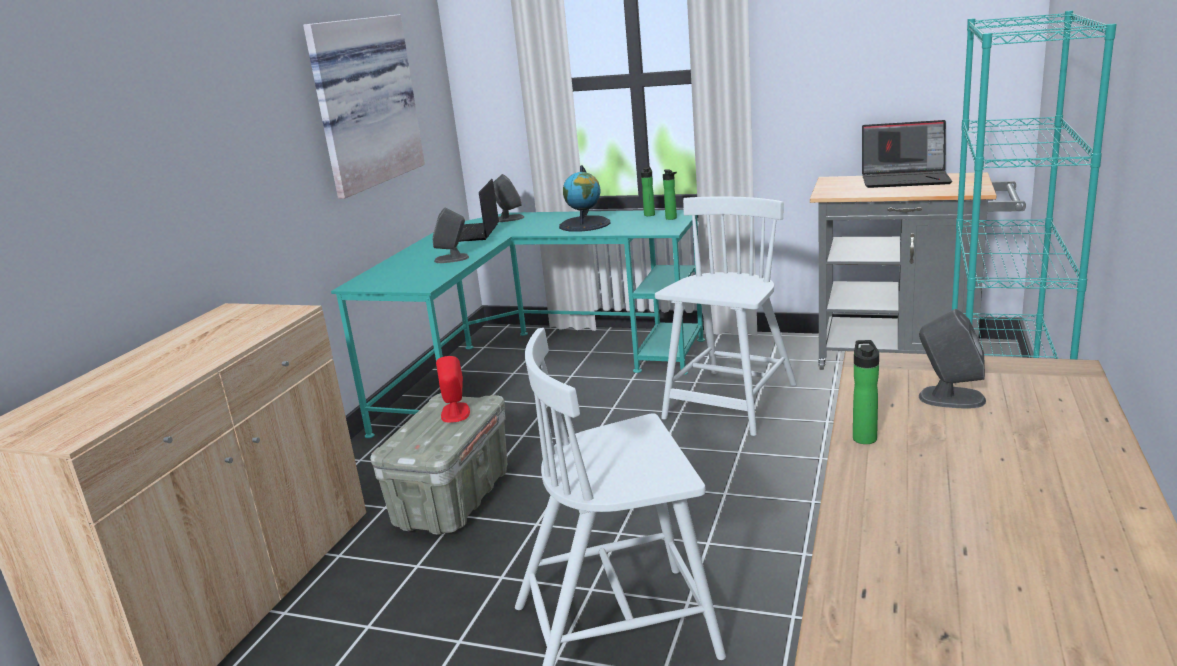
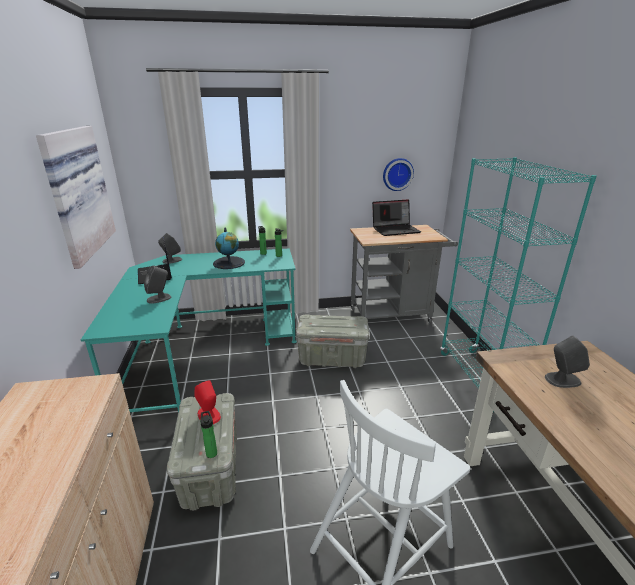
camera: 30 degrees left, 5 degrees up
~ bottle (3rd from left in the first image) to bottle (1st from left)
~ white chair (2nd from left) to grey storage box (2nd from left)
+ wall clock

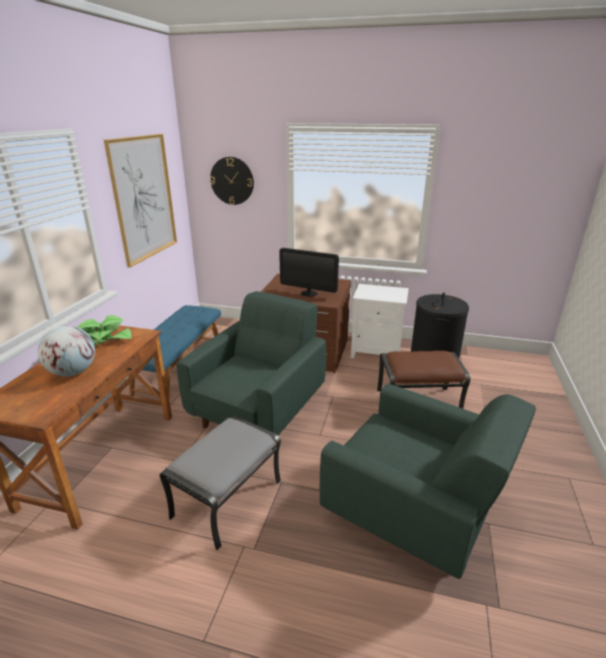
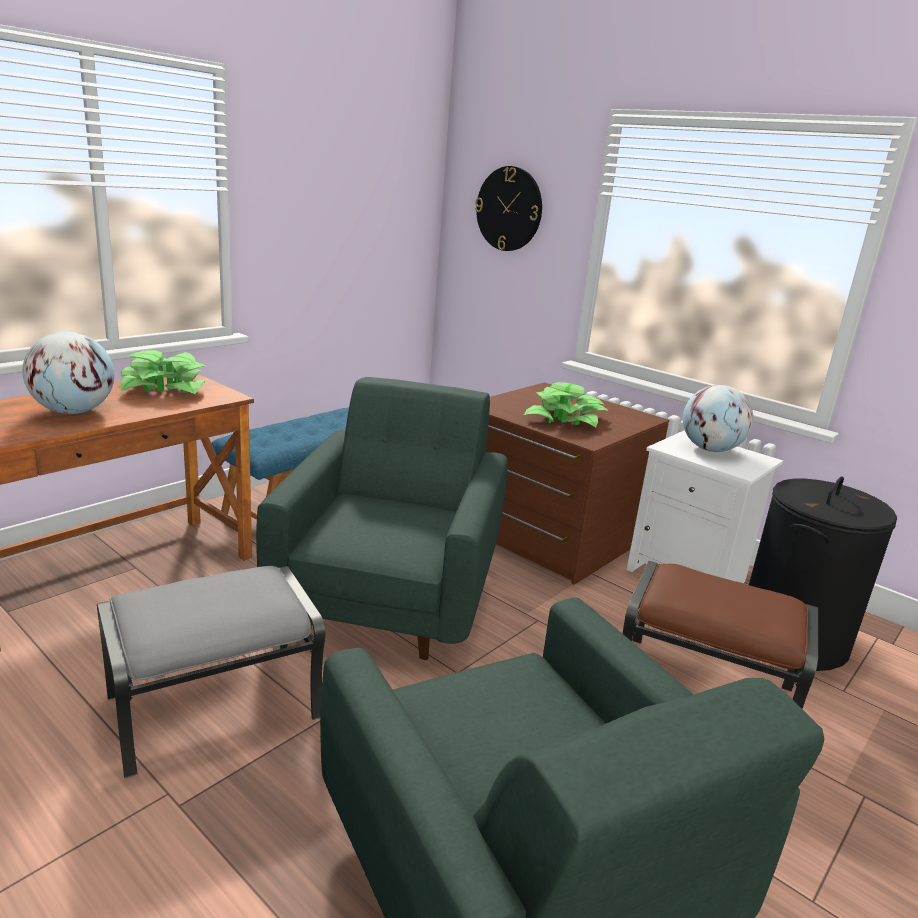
camera: 25 degrees right, 5 degrees down
~ green armchair (1st from left) 45 degrees counterclockwise
~ monitor to potted plant (2nd from left)
+ globe (2nd from left)
- picture

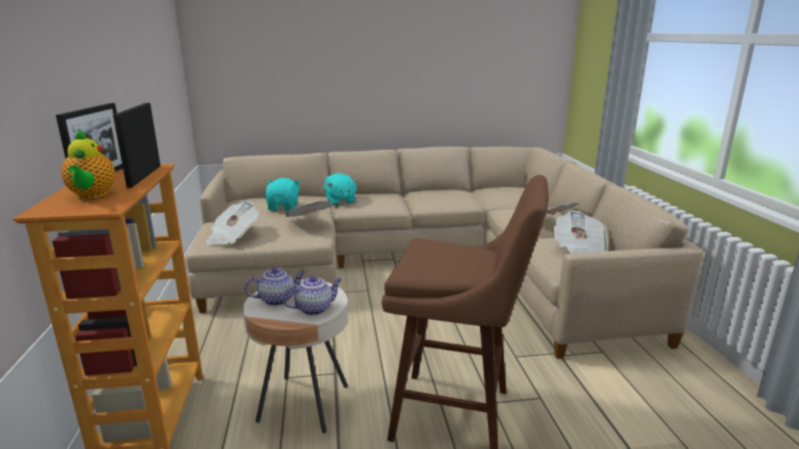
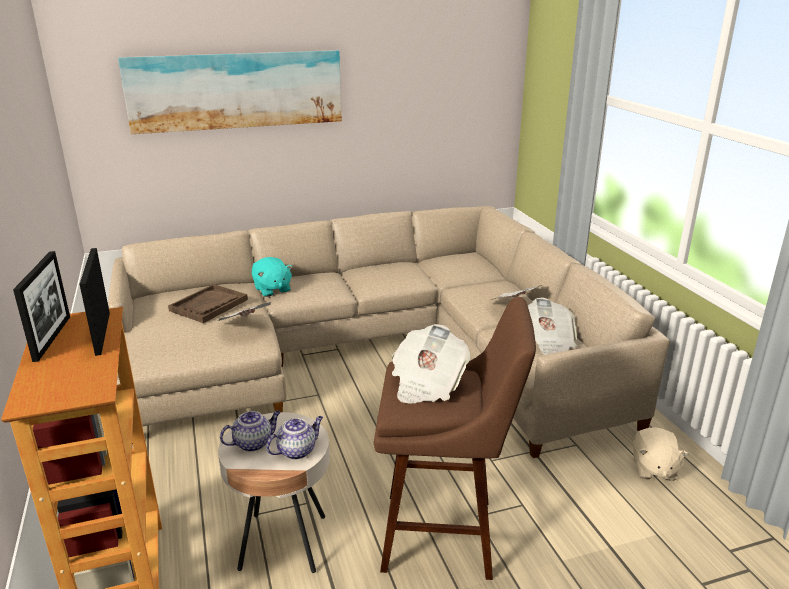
camera: 10 degrees left, 5 degrees up
+ picture
~ turquoise plush toy (1st from left) to brown tray
~ newspaper (1st from left in the first image) to newspaper (2nd from left)
+ beige plush toy
- teapot (1st from left)

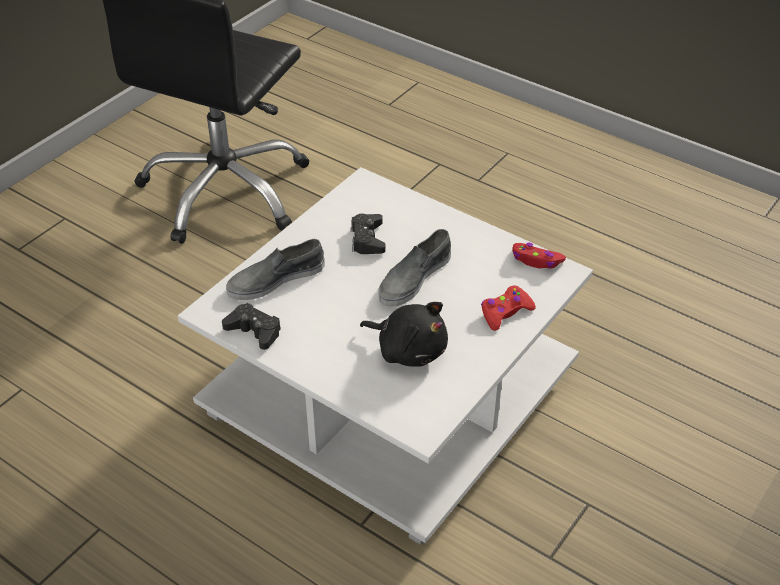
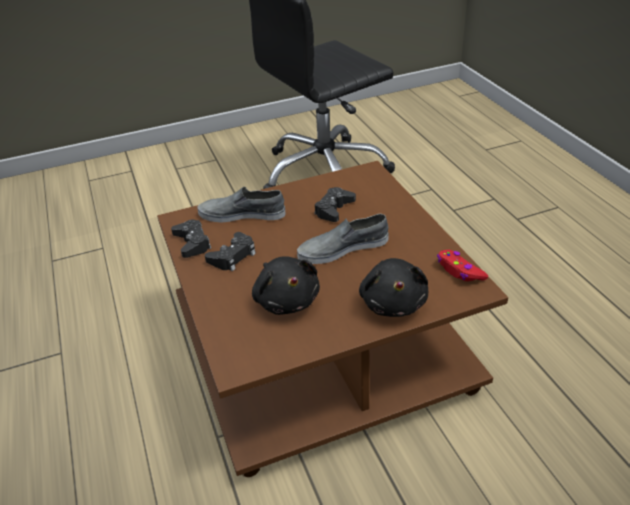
camera: 35 degrees right, 5 degrees down
~ white coffee table to brown coffee table
+ black game controller (2nd from left)
~ red game controller (1st from left) to black plush toy (2nd from left)

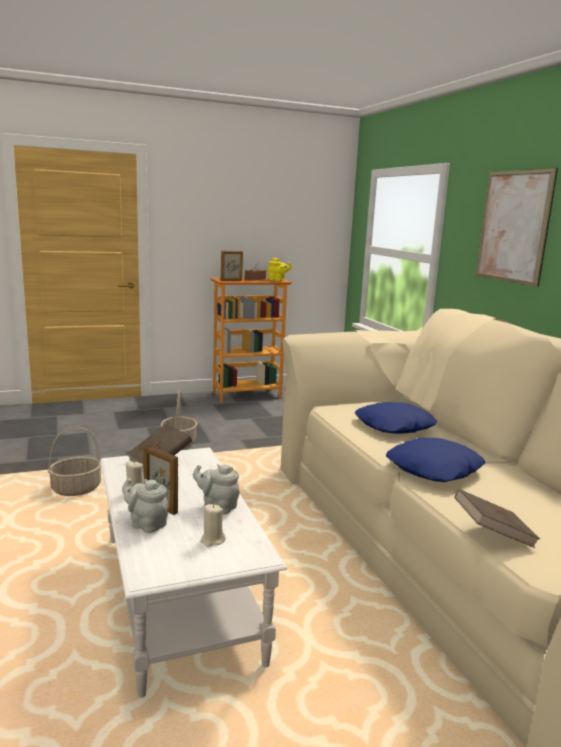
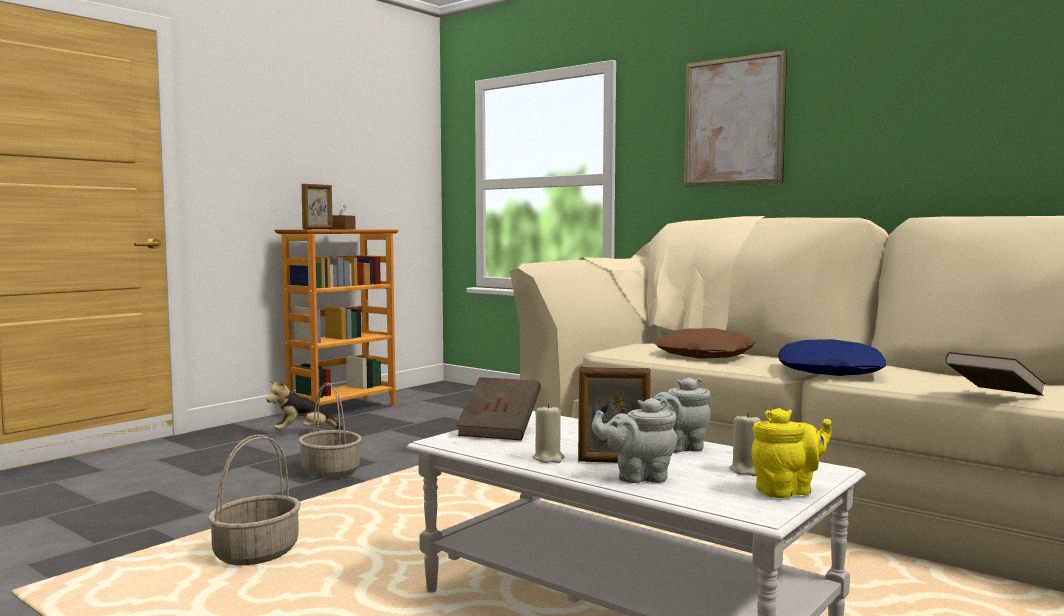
camera: 30 degrees left, 10 degrees down
+ plush toy
~ blue pillow (1st from left) to brown pillow
~ yellow teapot

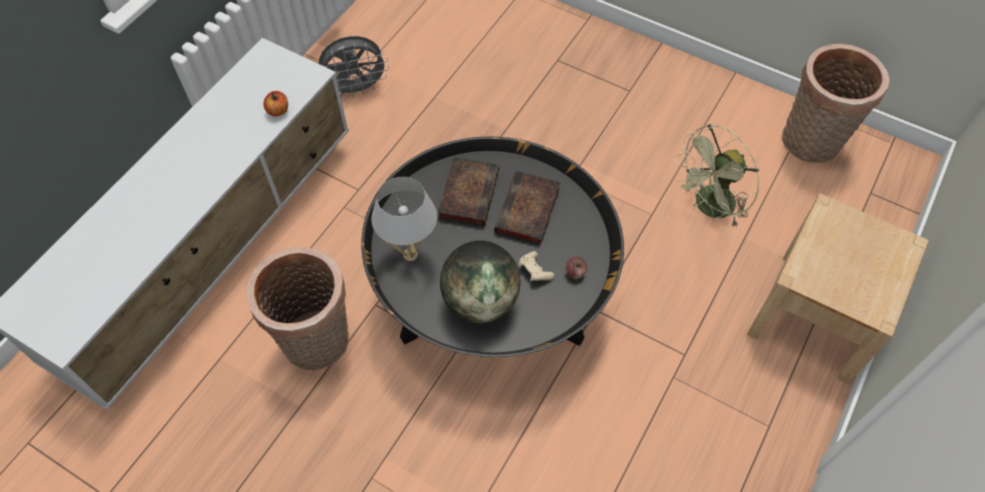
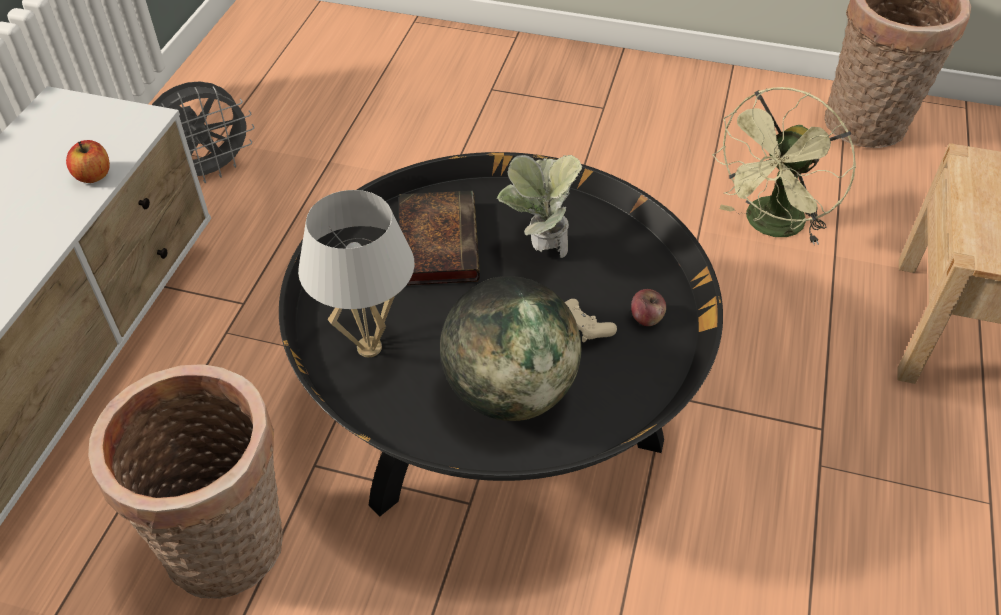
camera: 15 degrees left, 10 degrees down
~ book (2nd from left) to potted plant

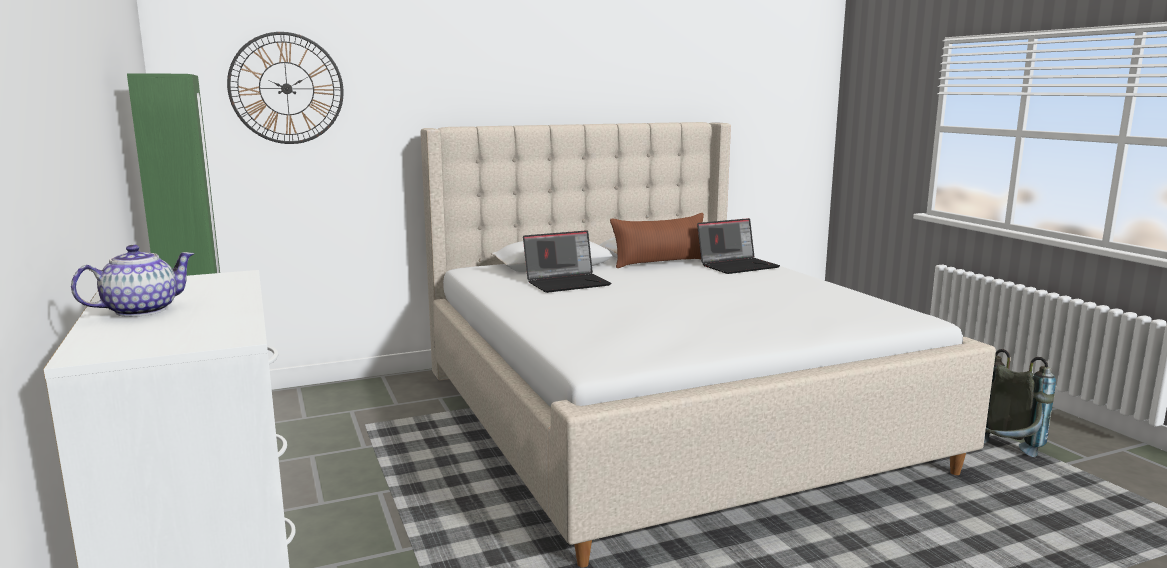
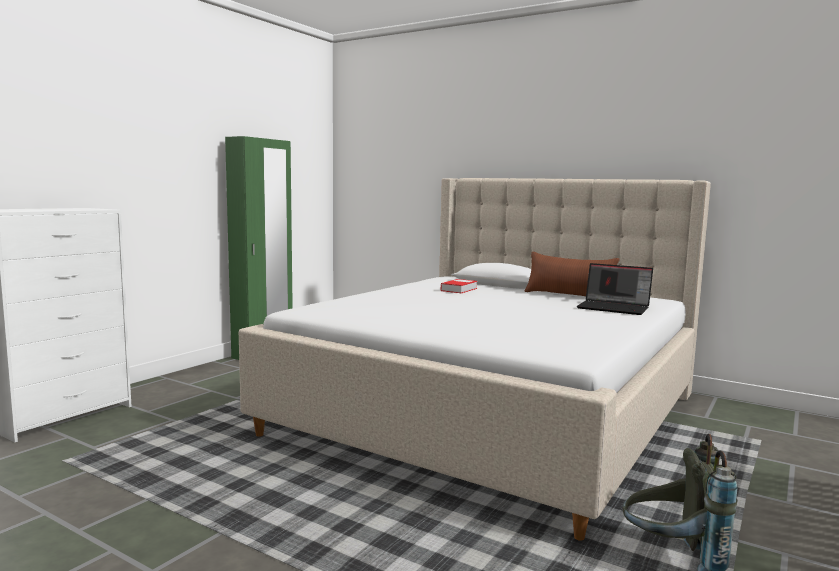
camera: 55 degrees right, 5 degrees down
~ laptop (1st from left) to book
- teapot
- wall clock

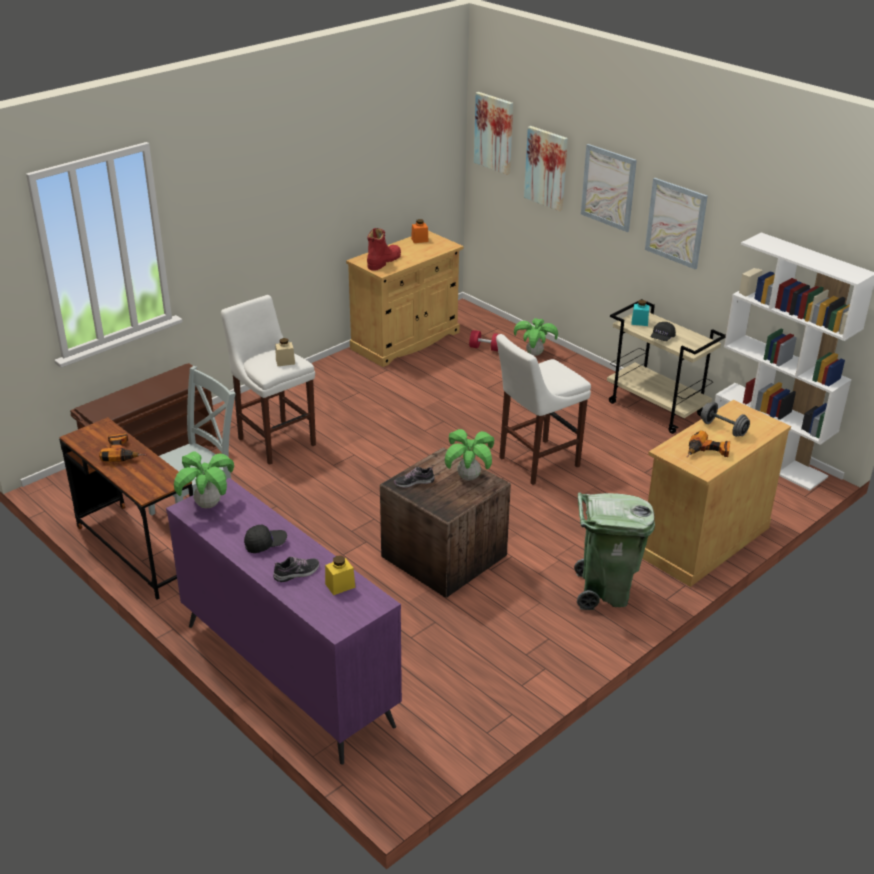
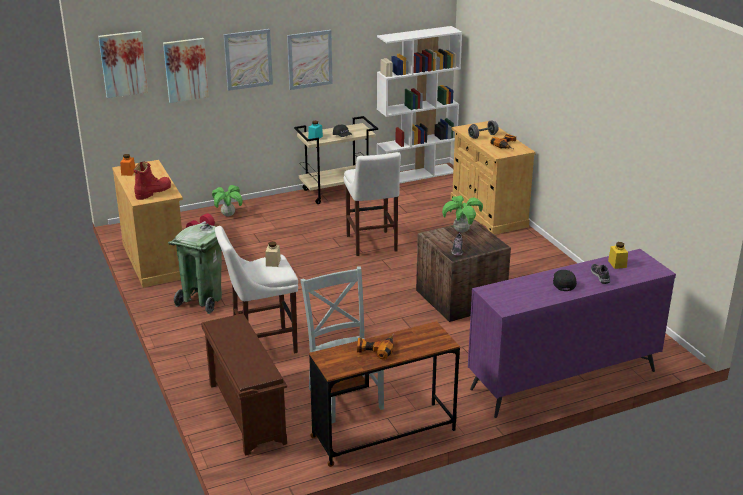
camera: 70 degrees left, 5 degrees down
~ red boot 75 degrees clockwise
~ green trash can
- potted plant (1st from left)

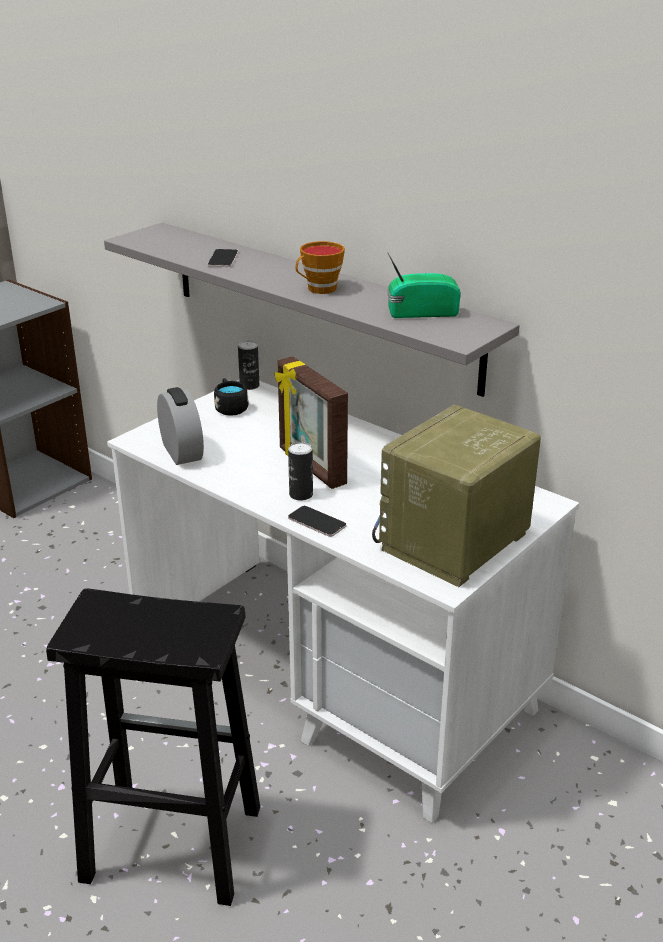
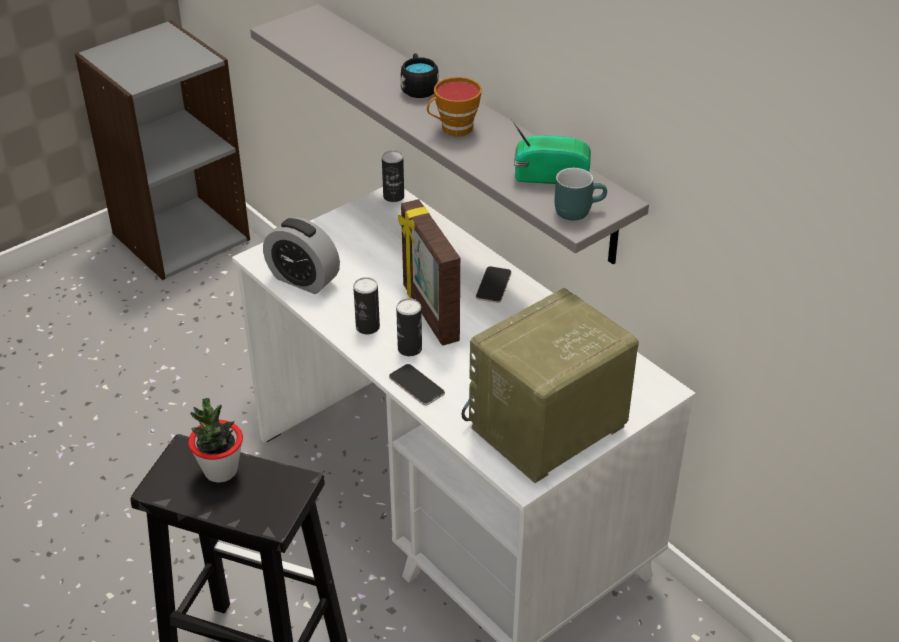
camera: 10 degrees right, 10 degrees up
+ potted plant
~ alarm clock 135 degrees clockwise
+ can (1st from left)
~ black mug
~ phone (1st from left in the first image) to phone (2nd from left)
+ turquoise mug

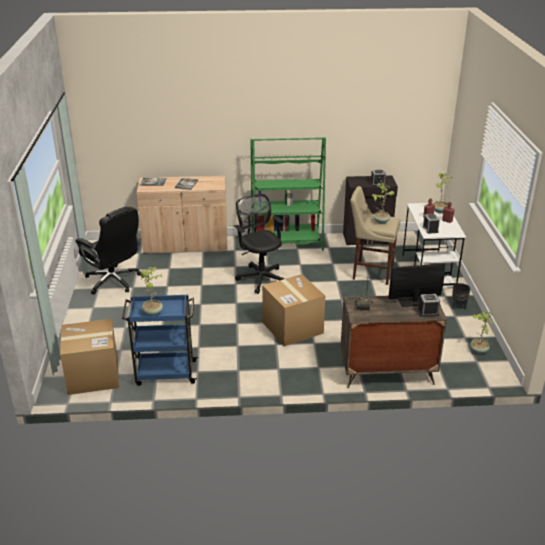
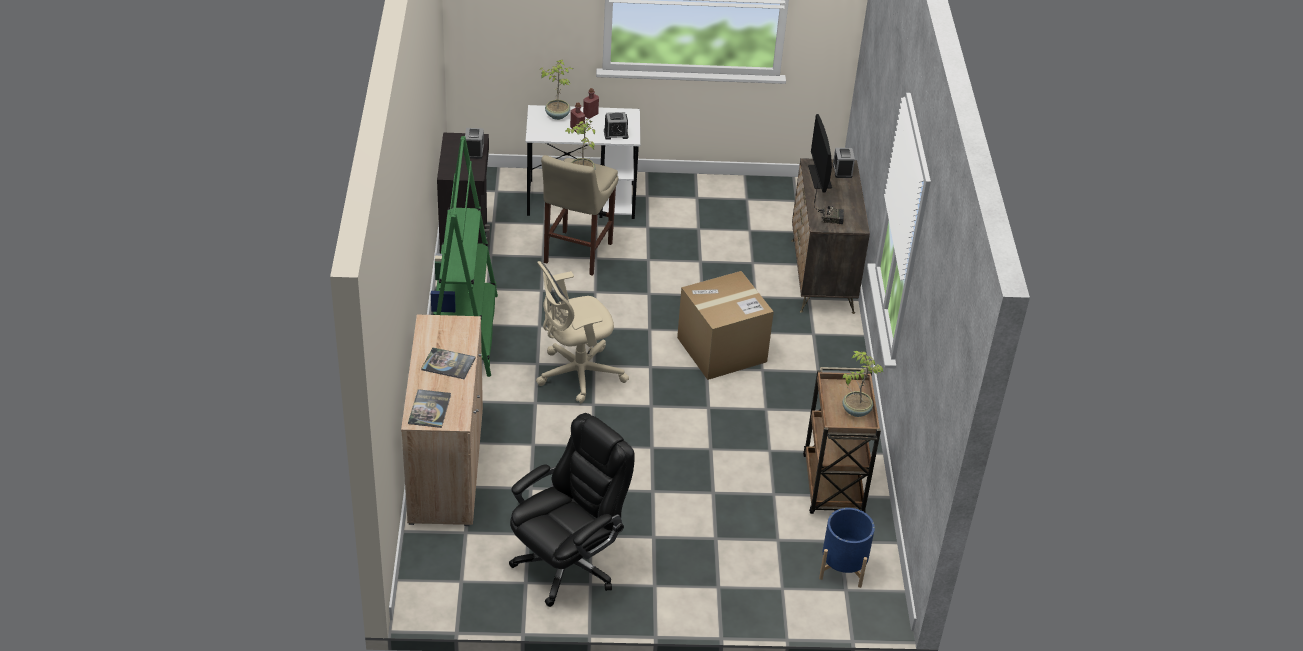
camera: 90 degrees left, 10 degrees up
~ black office chair (2nd from left) to beige office chair
~ blue cart to brown cart
~ cardboard box (1st from left) to blue planter
- black planter
- potted plant (4th from left)

